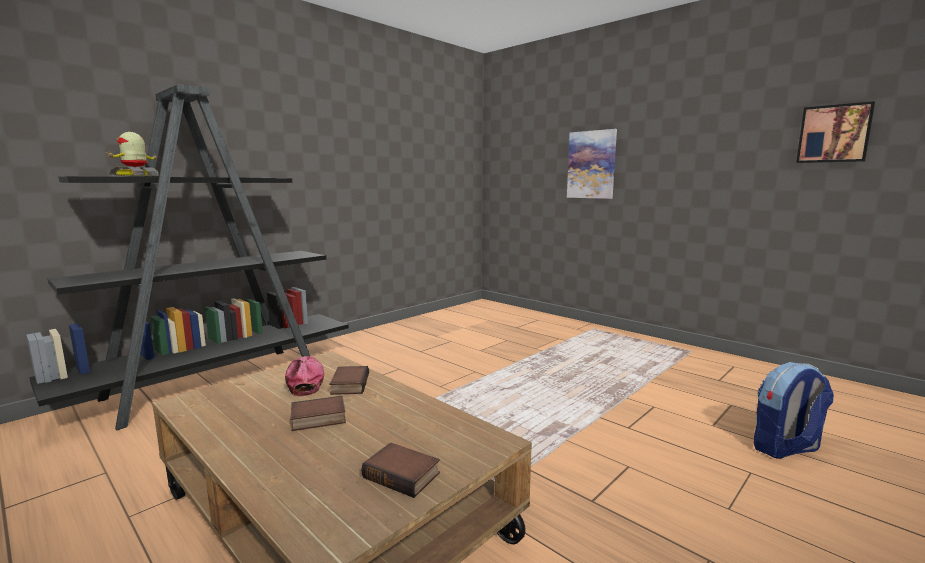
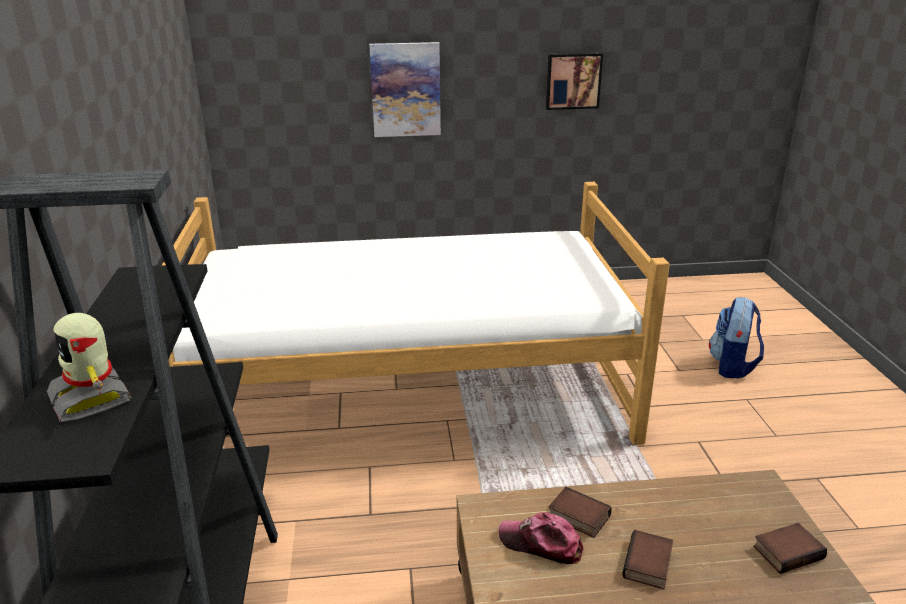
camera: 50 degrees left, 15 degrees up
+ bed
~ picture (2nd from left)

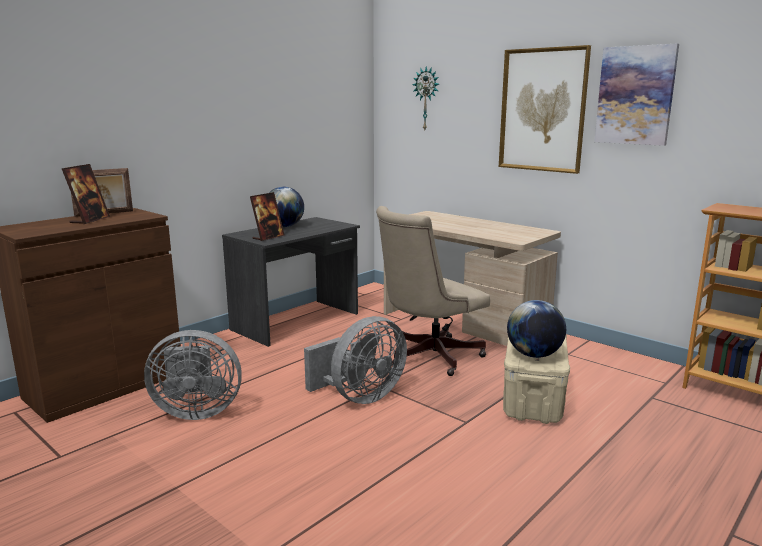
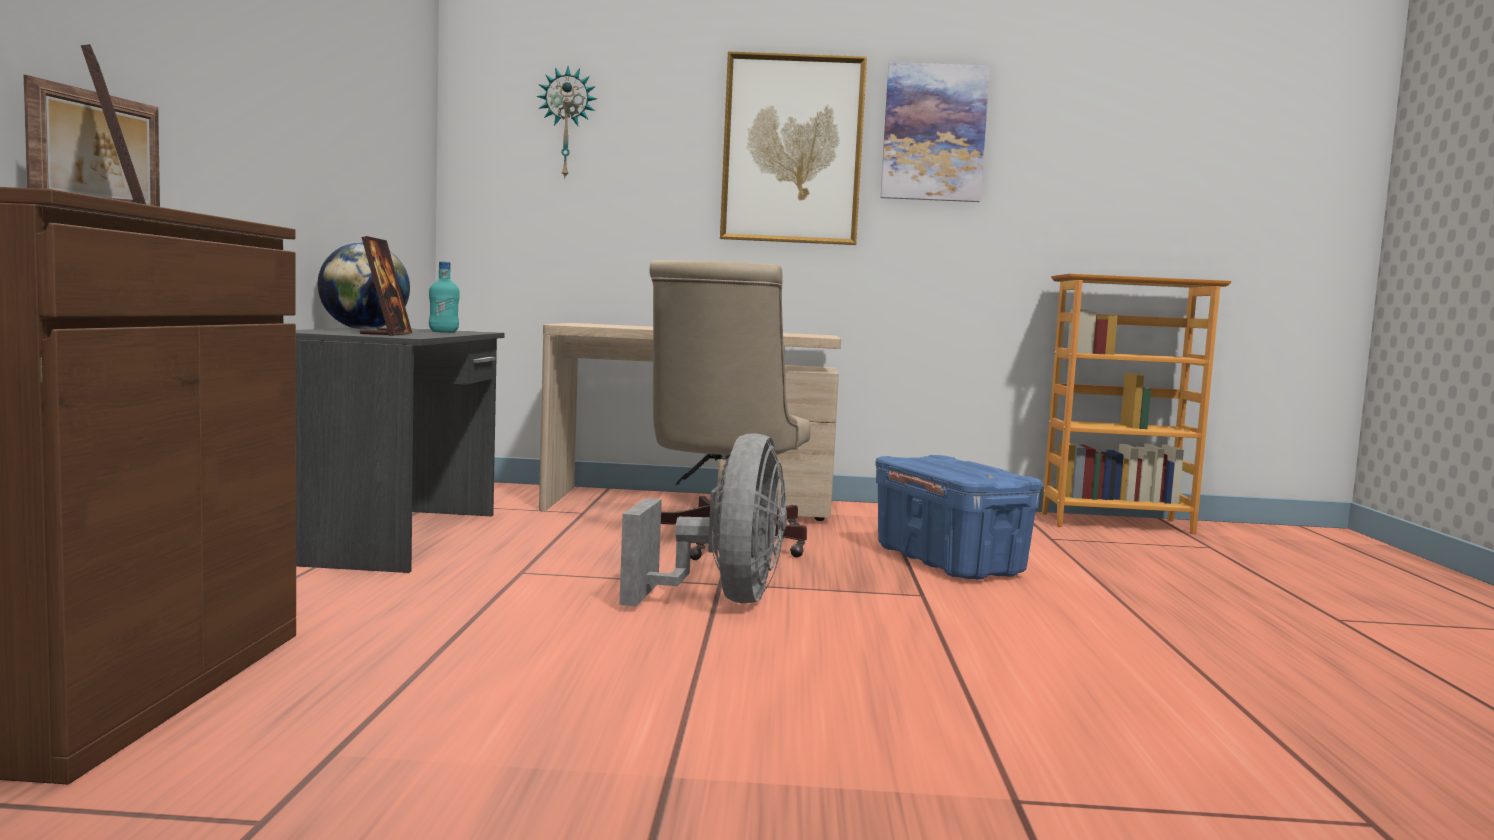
camera: 40 degrees left, 10 degrees down
+ turquoise bottle
~ beige storage box to blue storage box
- grey fan (1st from left)
- globe (2nd from left)

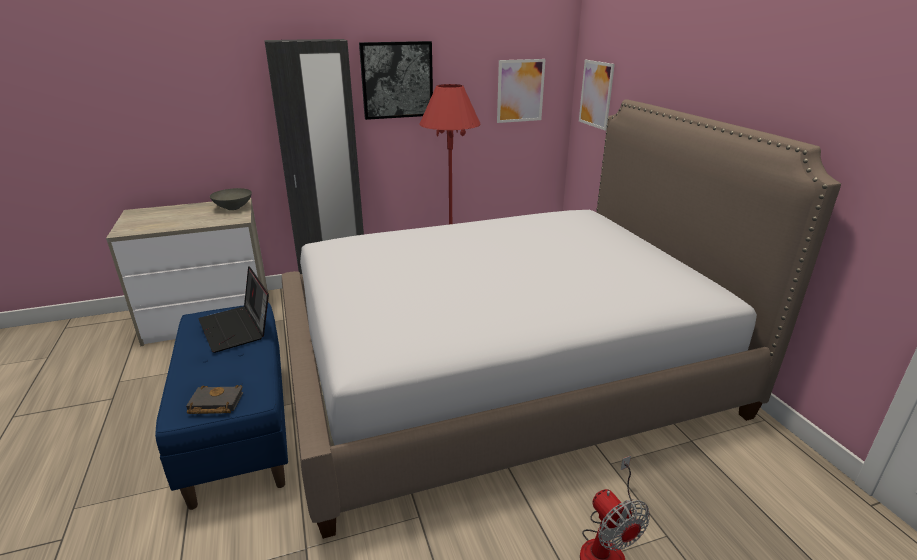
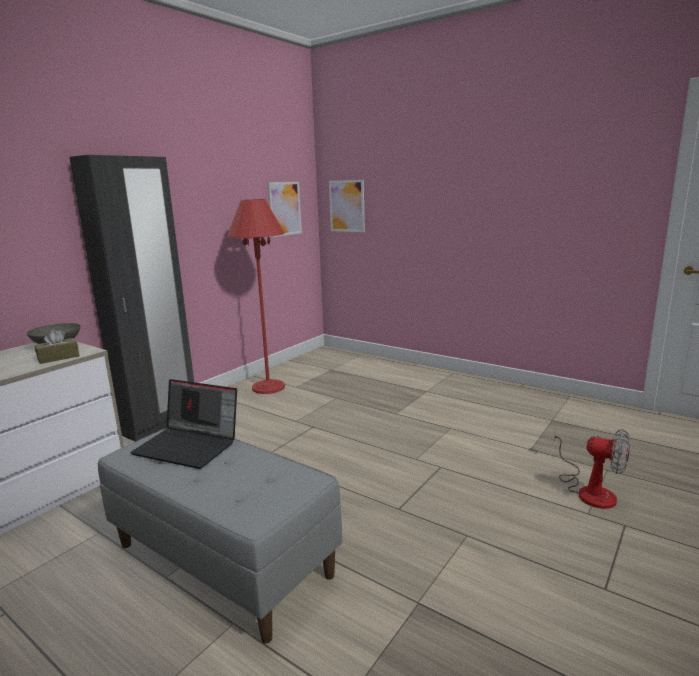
camera: 35 degrees left, 10 degrees down
+ brown tissue box
~ blue bench to grey bench
- black book
- bed
- picture (1st from left)

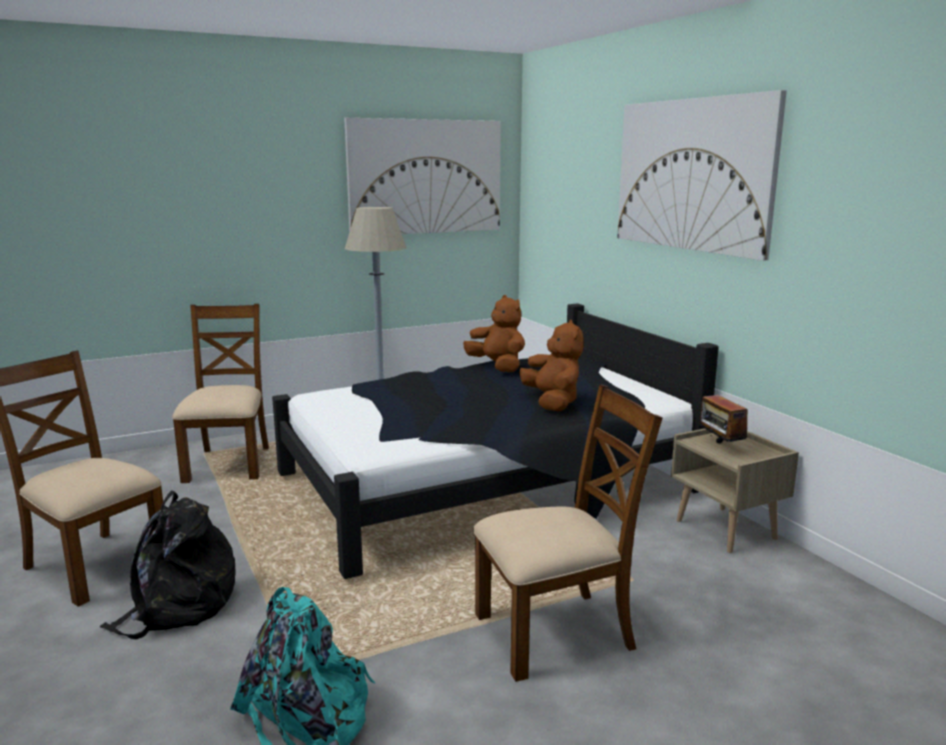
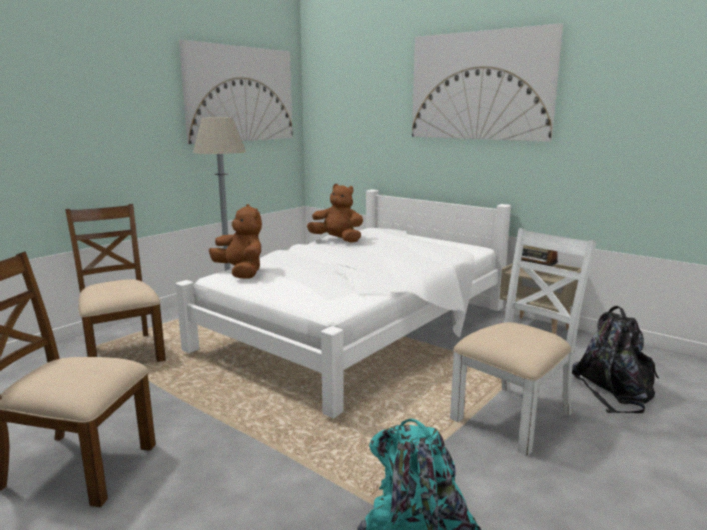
camera: 25 degrees left, 0 degrees up
~ black bed to white bed
~ brown plush toy (2nd from left in the first image) to brown plush toy (1st from left)
~ brown chair (3rd from left) to white chair
~ black backpack

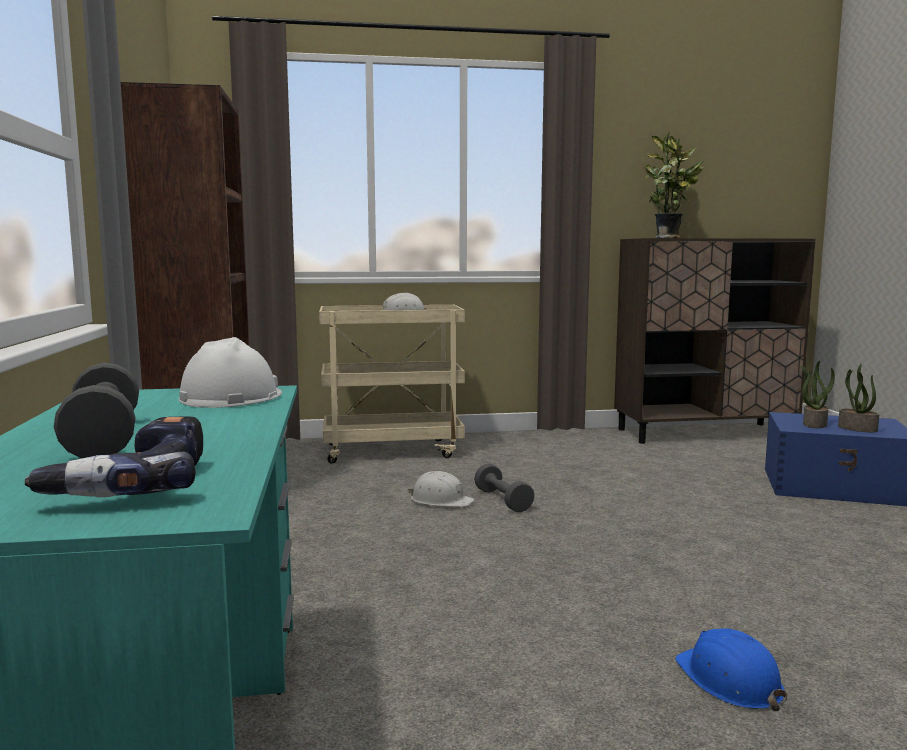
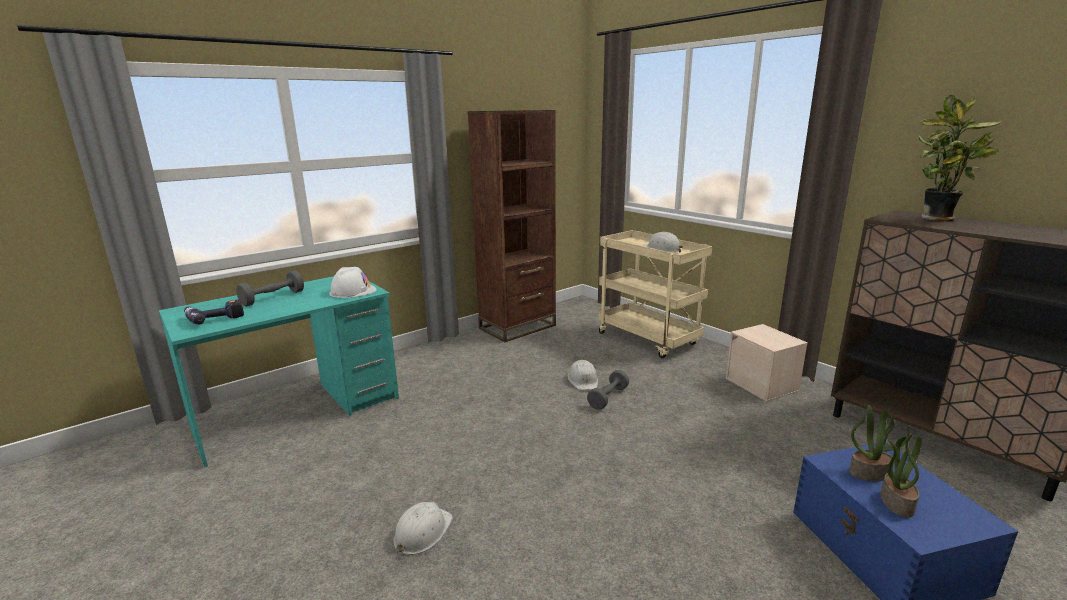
camera: 60 degrees right, 10 degrees up
~ blue hard hat to white hard hat (2nd from left)
+ beige storage box

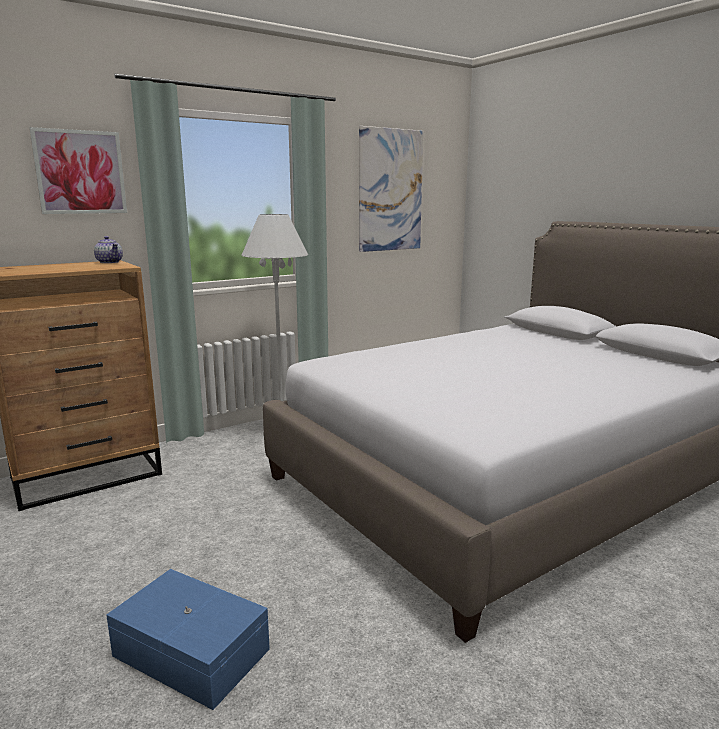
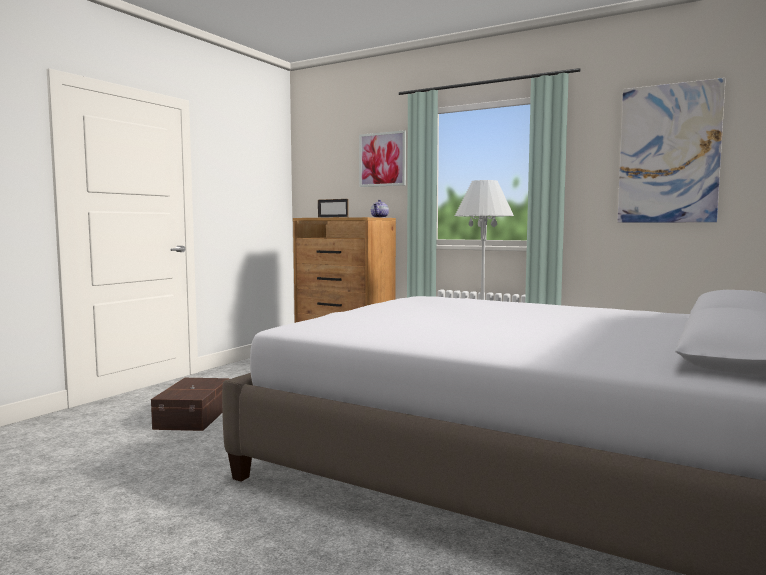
camera: 65 degrees right, 10 degrees down
~ blue storage box to brown storage box
+ picture frame

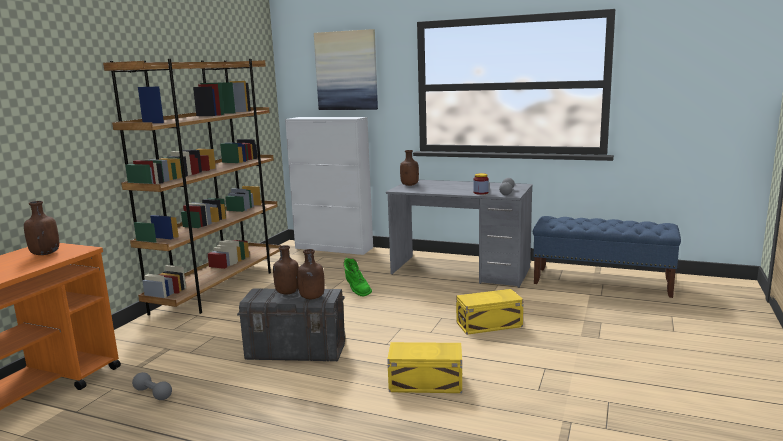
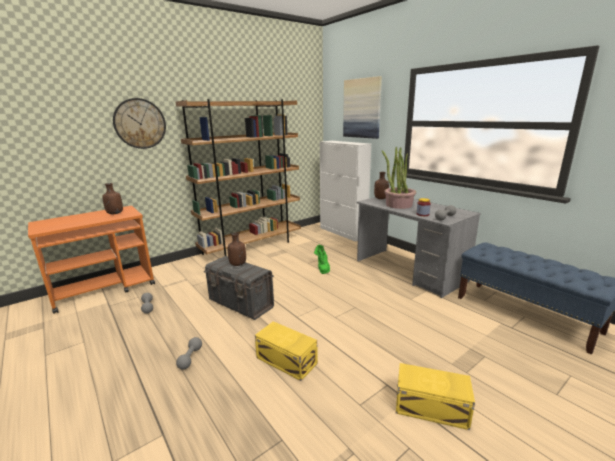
camera: 30 degrees right, 5 degrees up
+ wall clock
+ grey dumbbell (2nd from left)
+ potted plant
~ yellow storage box (2nd from left)
- brown bottle (3rd from left)

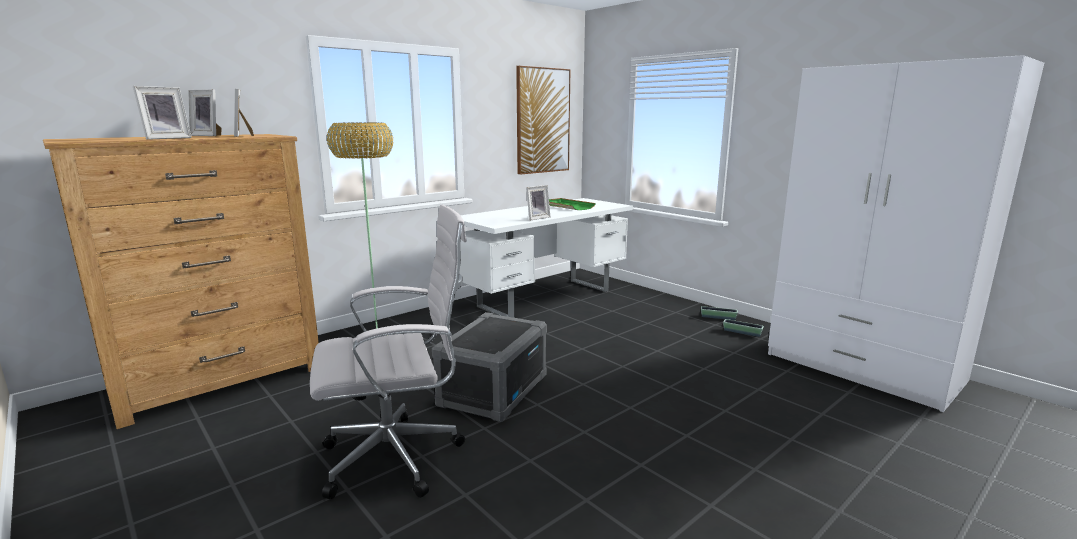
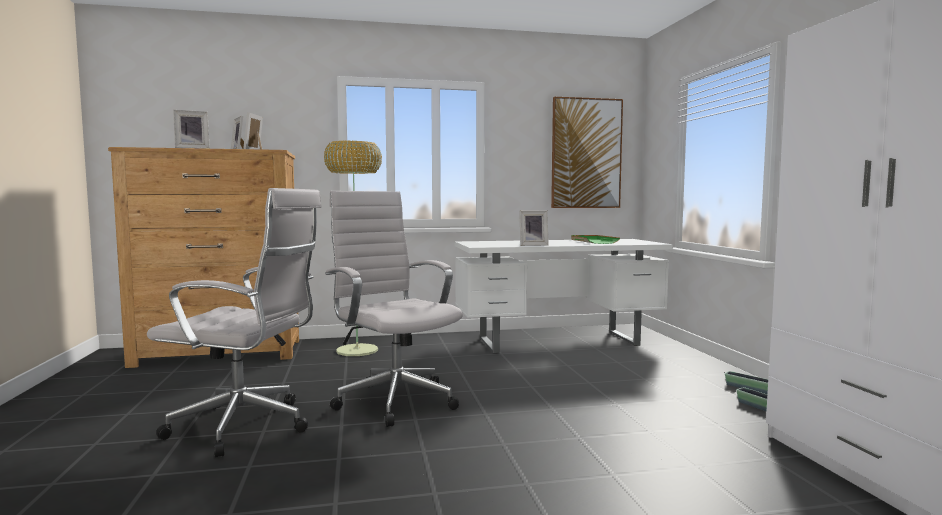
camera: 30 degrees right, 10 degrees down
~ grey storage box to white office chair (2nd from left)

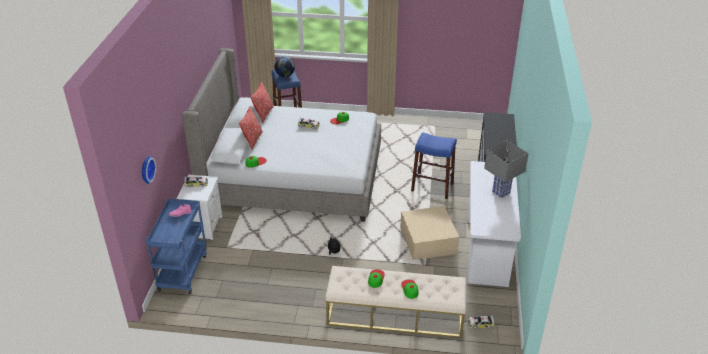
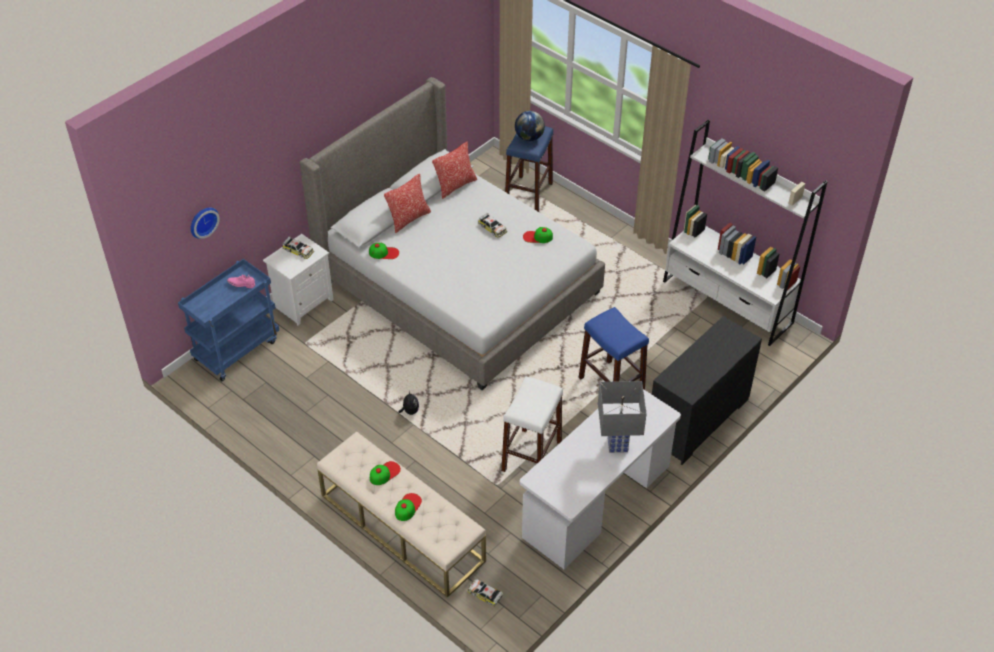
camera: 35 degrees right, 10 degrees up
~ beige storage box to white stool
+ white bookcase

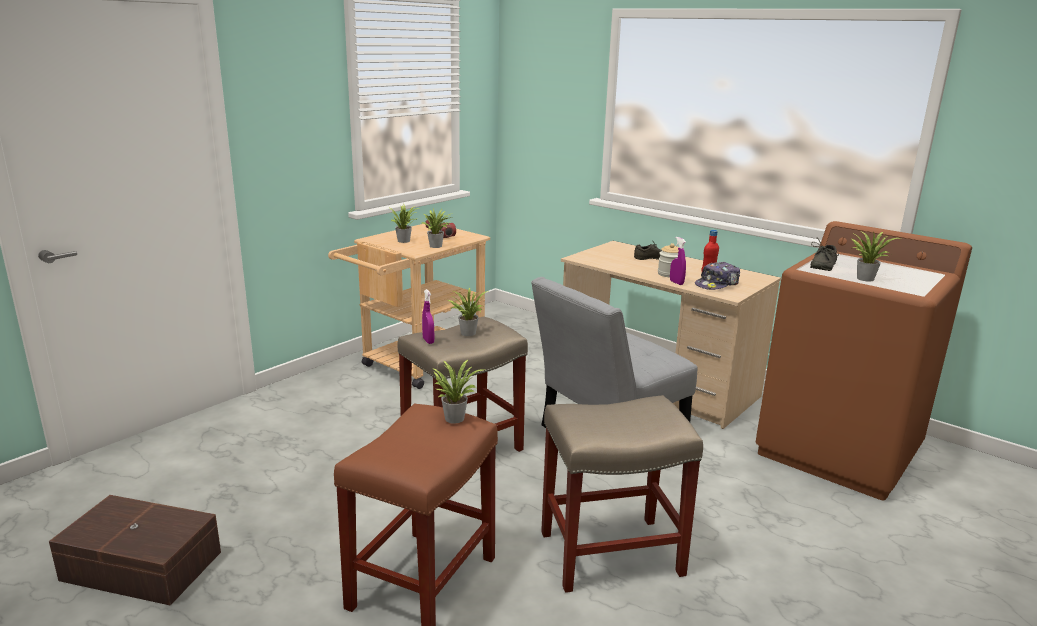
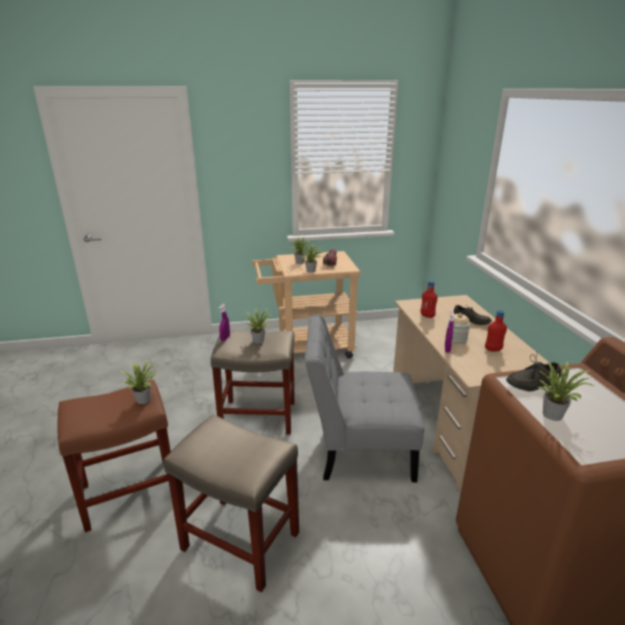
camera: 40 degrees right, 5 degrees up
+ red bottle (1st from left)
- brown storage box
- cap

